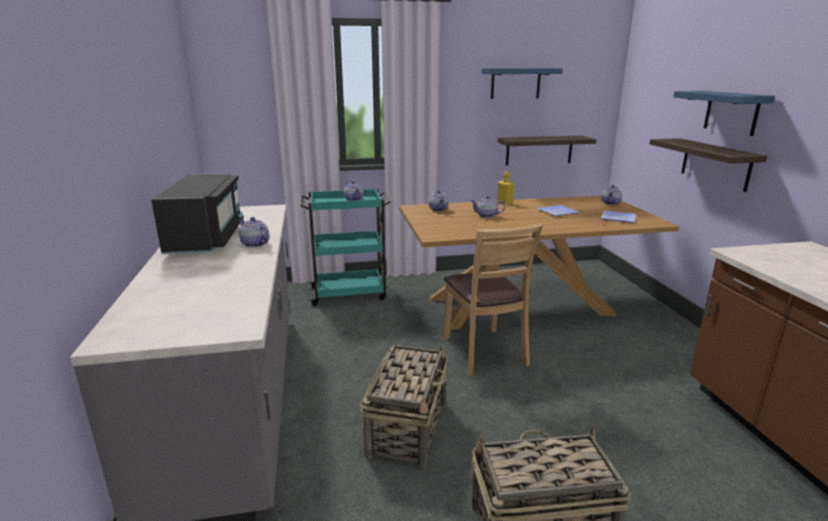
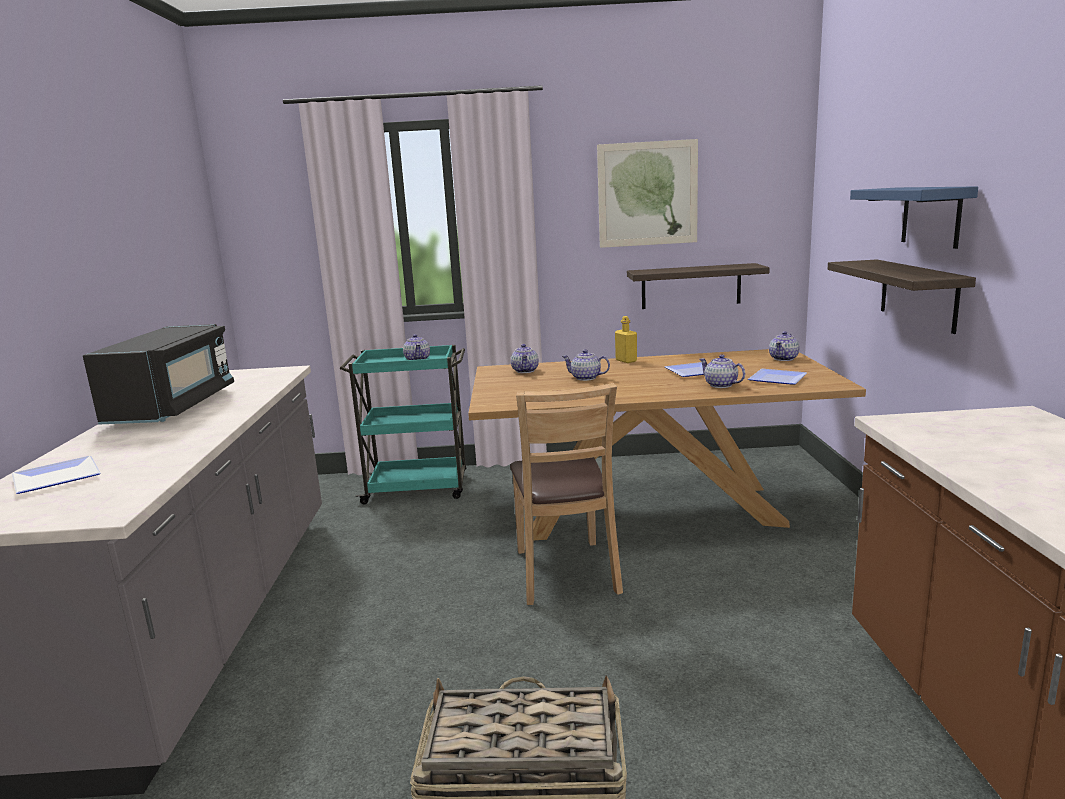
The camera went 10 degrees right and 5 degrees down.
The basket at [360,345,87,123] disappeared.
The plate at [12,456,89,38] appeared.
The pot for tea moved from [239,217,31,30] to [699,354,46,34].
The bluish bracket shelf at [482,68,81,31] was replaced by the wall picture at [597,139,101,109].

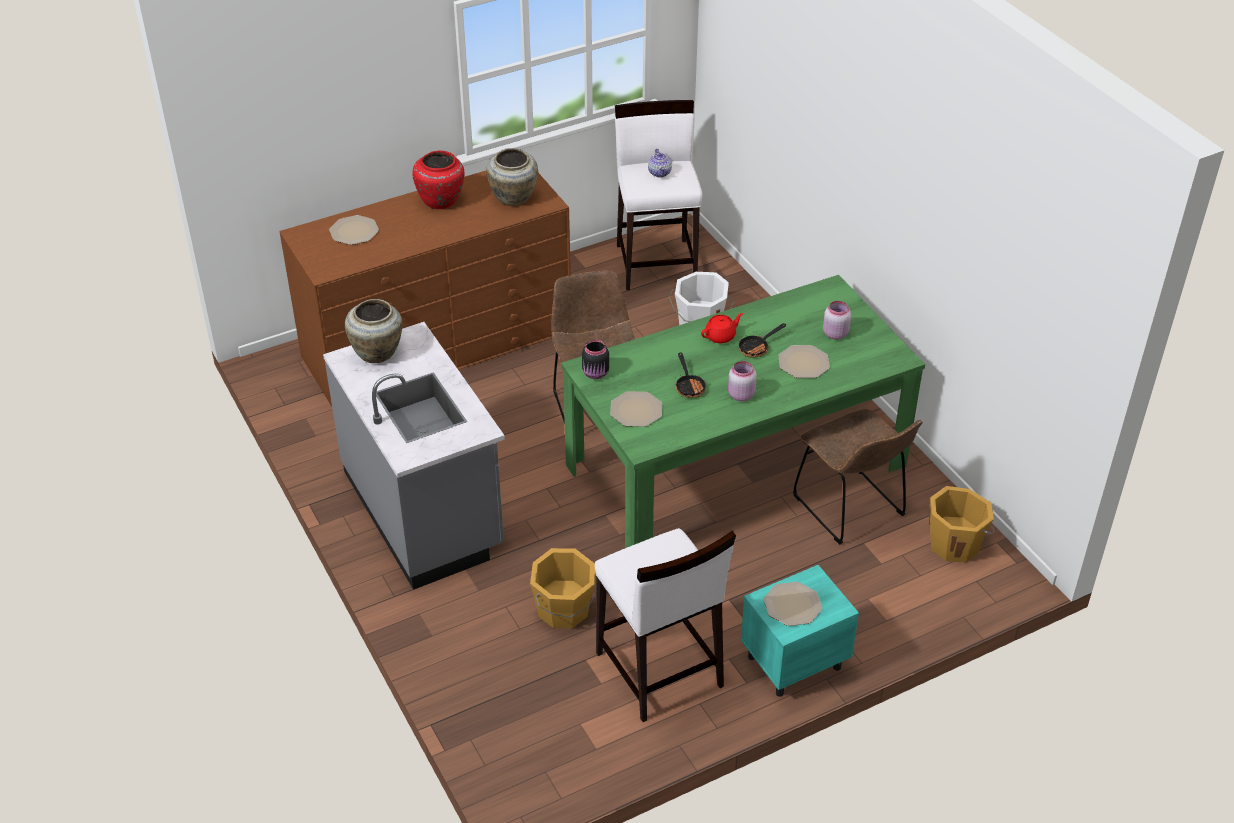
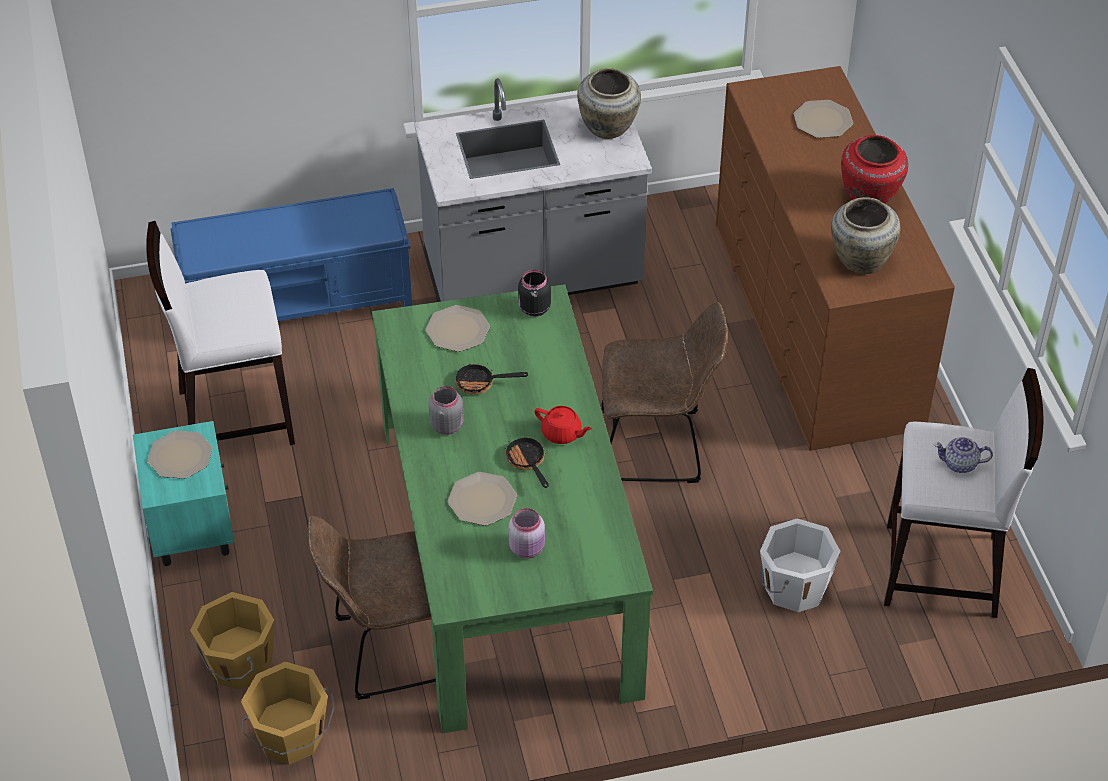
The camera went 105 degrees right and 5 degrees up.
The bluish bench at [170,188,242,133] appeared.
The orangey bucket moved from [530,548,66,81] to [190,592,84,98].
The pink jar at [728,361,29,40] became the gray jar at [428,386,36,49].
The red-coloured pot for tea at [701,313,42,30] turned 45 degrees counterclockwise.

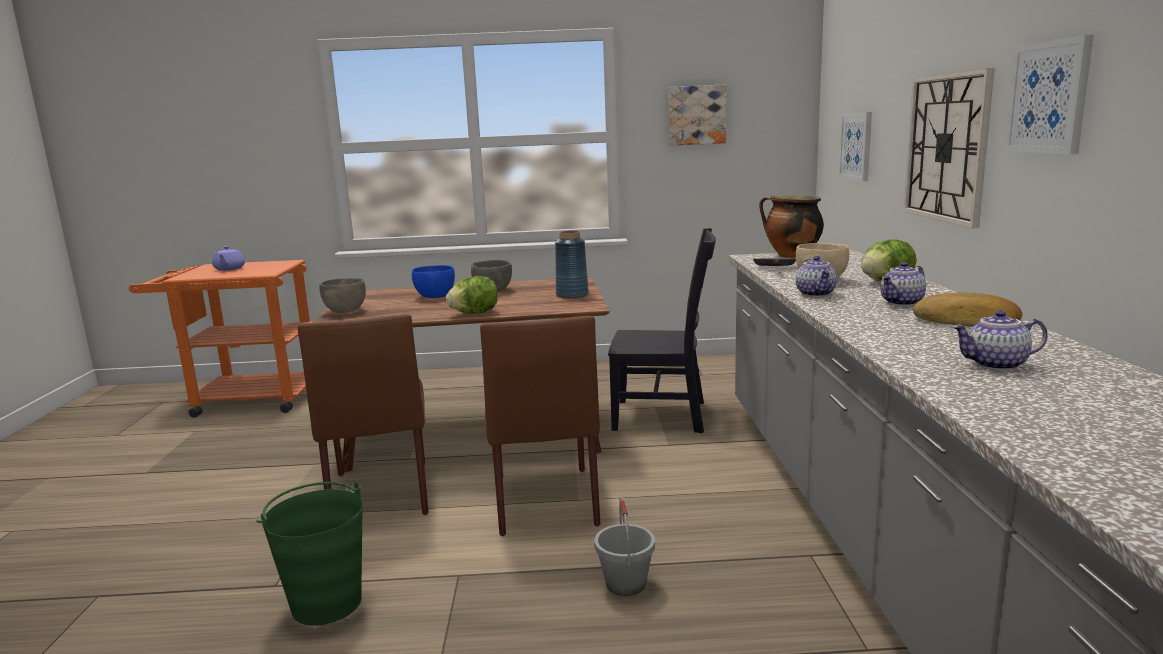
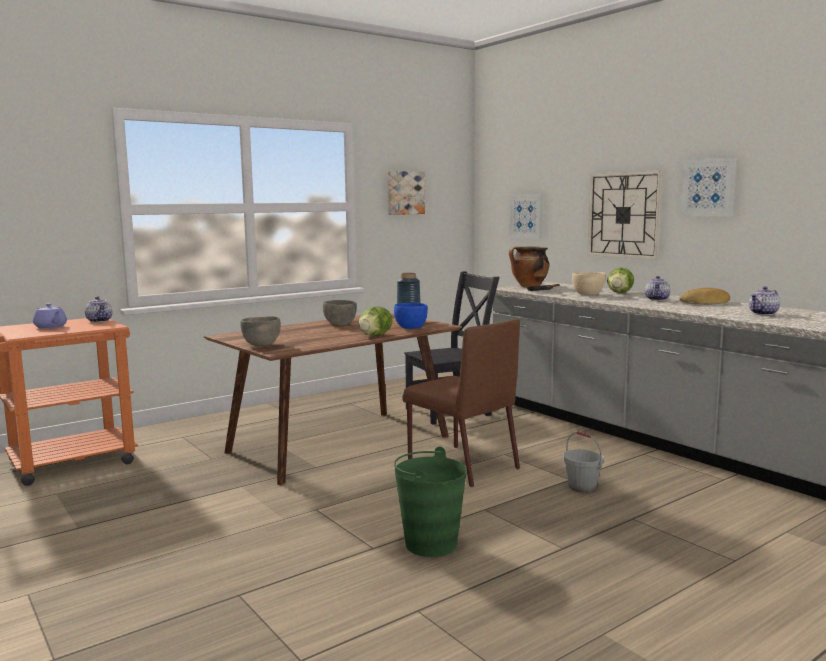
The camera went 35 degrees left and 5 degrees down.
The brown-coloured plain chair at [297,314,132,201] disappeared.
The bluish serving bowl moved from [412,265,43,33] to [394,303,34,26].
The pot for tea moved from [796,256,41,41] to [85,296,27,27].

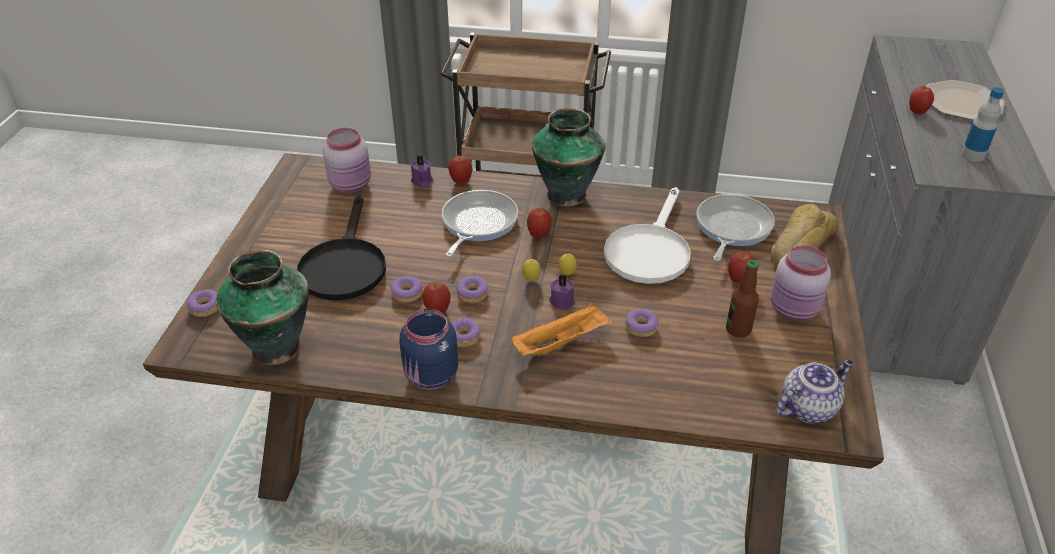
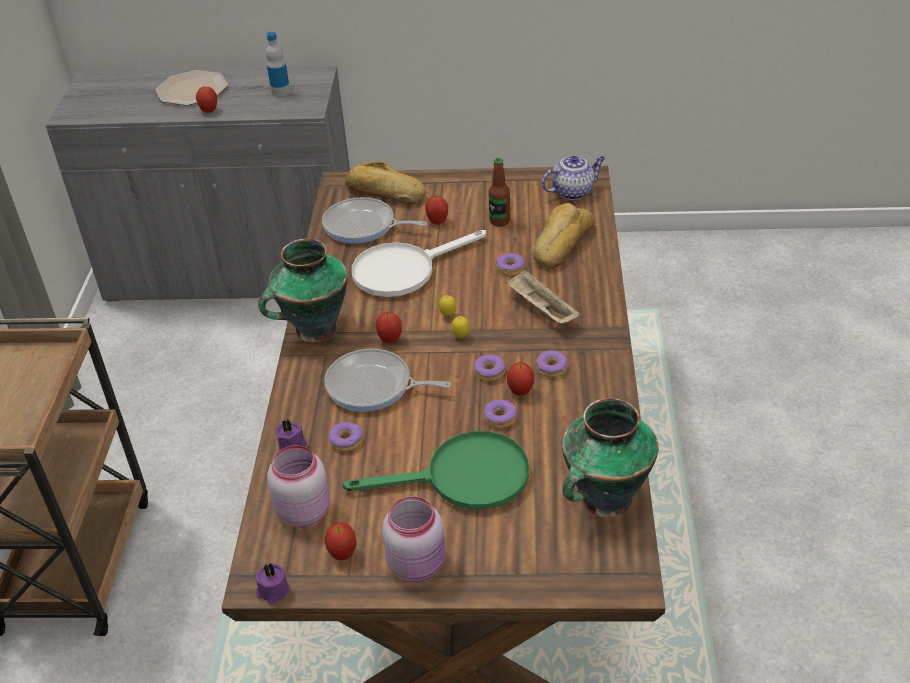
The camera went 95 degrees left and 0 degrees up.
The bluish jar at [399,309,59,81] disappeared.
The baked bread at [532,203,63,65] appeared.
The doughnut moved from [186,290,32,27] to [328,422,34,30].
The whole apple moved from [448,156,24,29] to [324,522,33,38].
The purplish wax light moved from [549,275,26,35] to [255,563,35,41].
The pink jar moved from [771,245,60,76] to [382,496,64,86].
The black-coloured frying pan at [297,196,89,105] became the greenish frying pan at [342,431,187,79].
The orangey carrying tray at [512,303,101,53] became the sand-coloured carrying tray at [506,269,75,55].
The whitish frying pan at [604,187,87,97] turned 135 degrees clockwise.
The pot for tea at [776,360,78,63] turned 105 degrees clockwise.

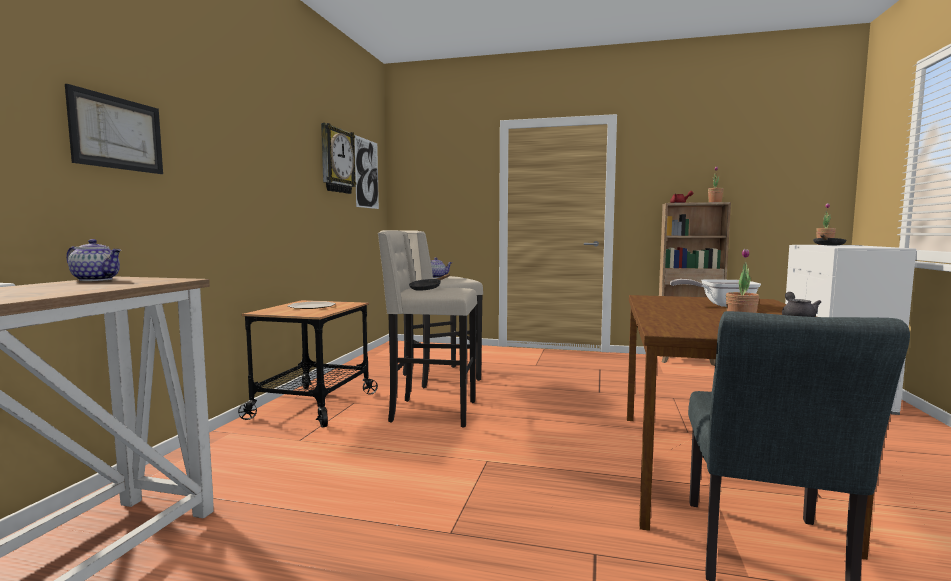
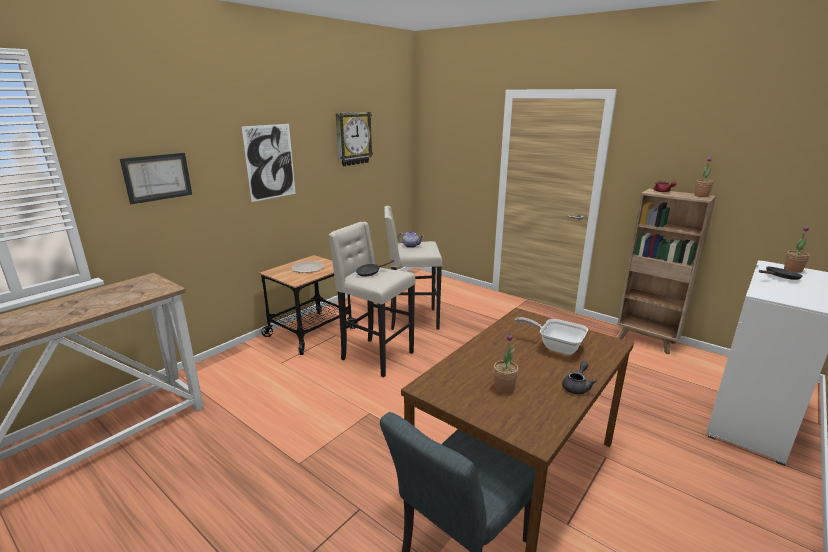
The camera went 25 degrees right and 15 degrees up.
The pot for tea at [66,239,55,42] disappeared.
The wall picture moved from [354,135,25,74] to [241,124,55,78].

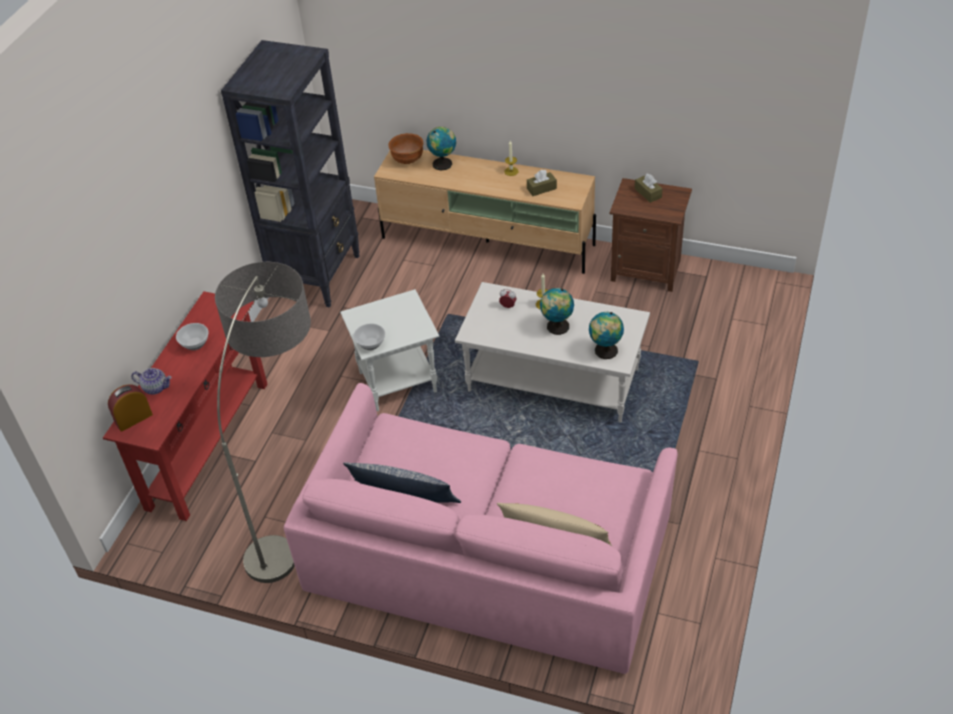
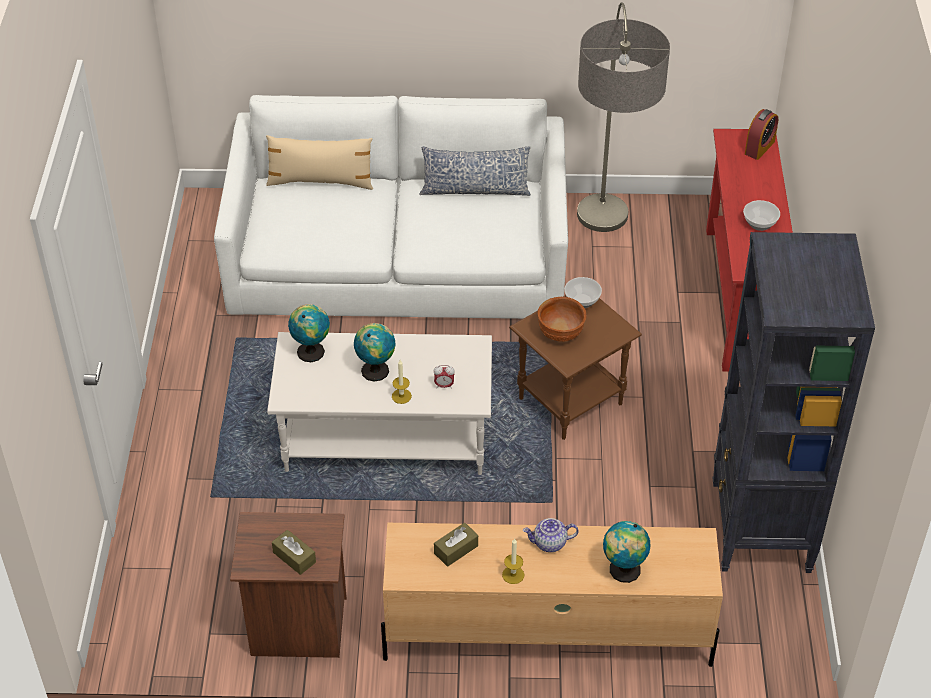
The camera went 160 degrees right and 0 degrees up.
The pot for tea moved from [131,368,41,26] to [523,518,56,34].
The brown-coloured serving bowl moved from [388,133,35,31] to [538,297,49,45].
The pink settee at [284,383,394,291] became the whitish settee at [214,95,354,224].
The whitish side table at [340,289,100,122] became the brown-coloured side table at [509,295,133,145].

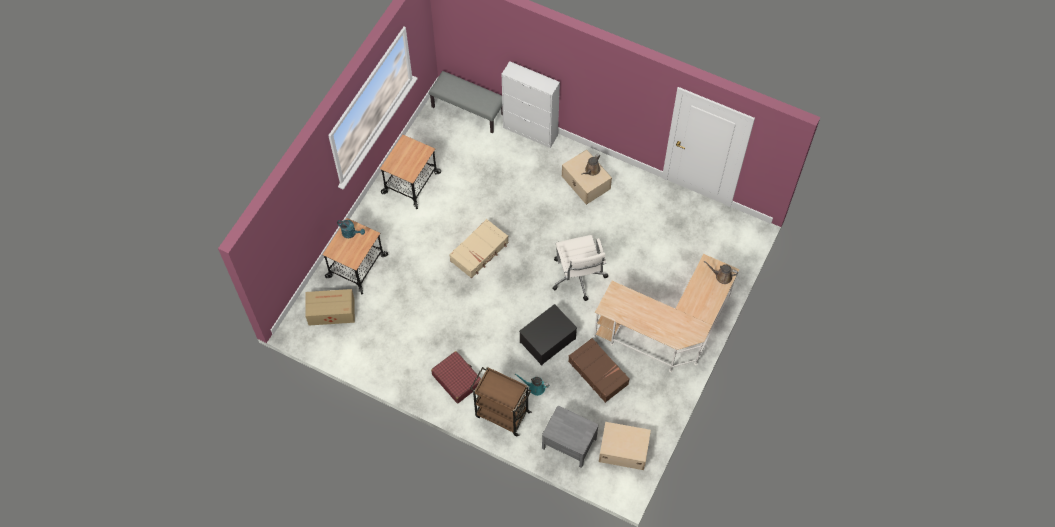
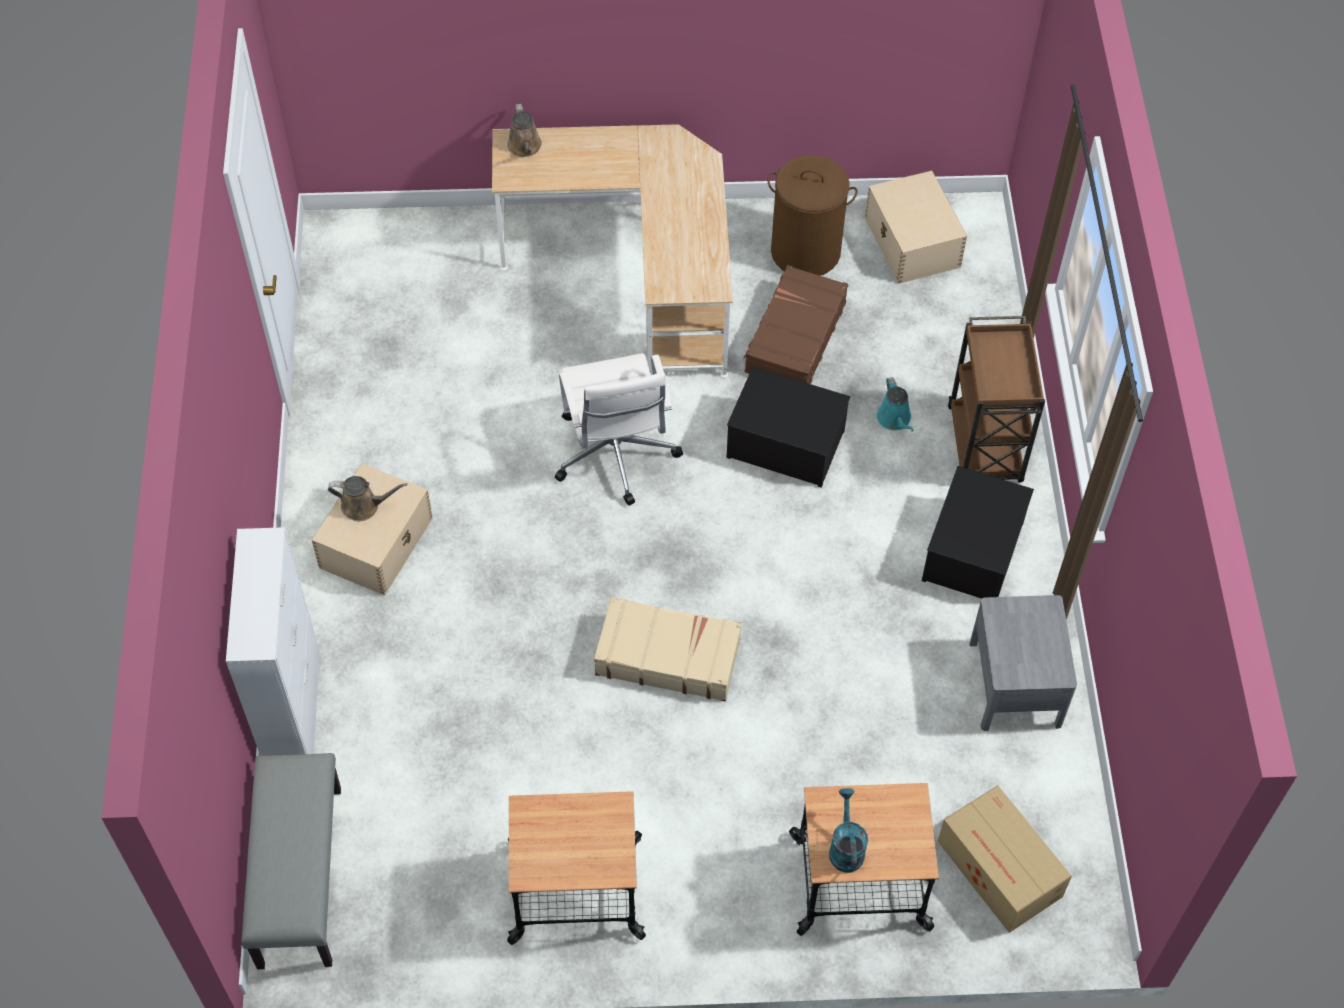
The camera went 120 degrees left and 5 degrees down.
The brown-coloured laundry basket at [767,155,91,121] appeared.
The gray bedside table moved from [542,406,56,62] to [970,595,107,136].
The red-coloured travel case at [431,351,50,53] was replaced by the storage container at [922,466,112,133].
The whitish office chair at [552,235,56,66] turned 120 degrees clockwise.

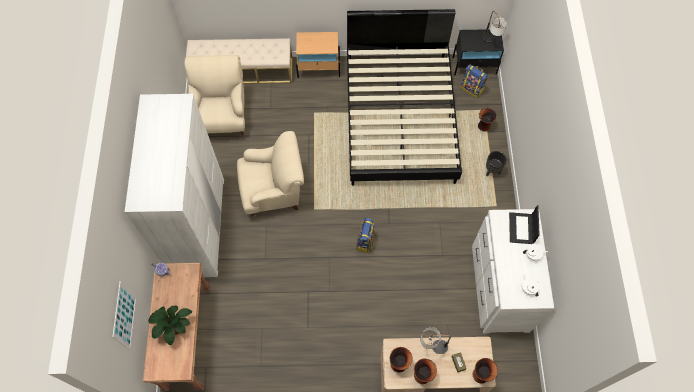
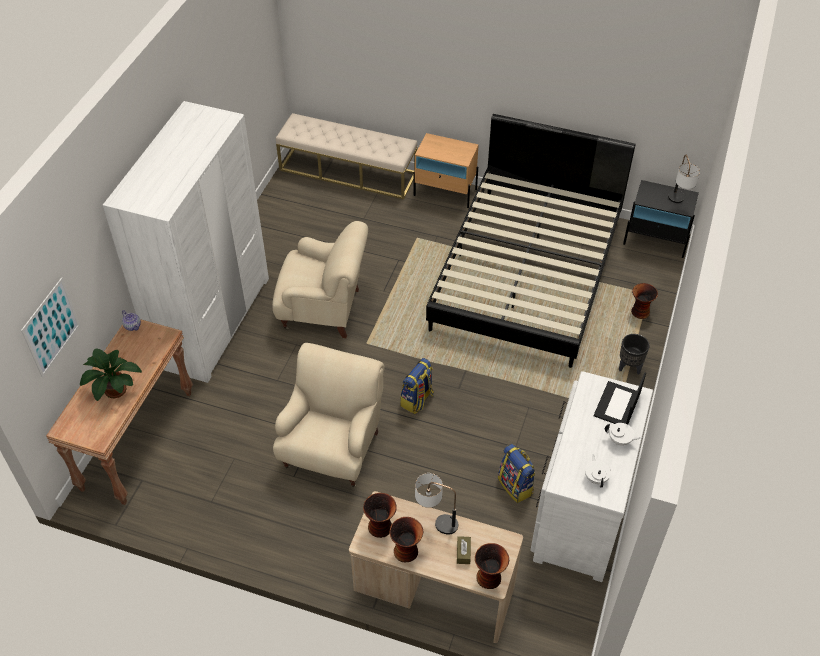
The camera went 20 degrees right and 15 degrees down.
The sand-coloured lounge chair moved from [184,55,61,80] to [273,343,112,144].
The backpack moved from [461,65,27,33] to [498,444,38,59].

